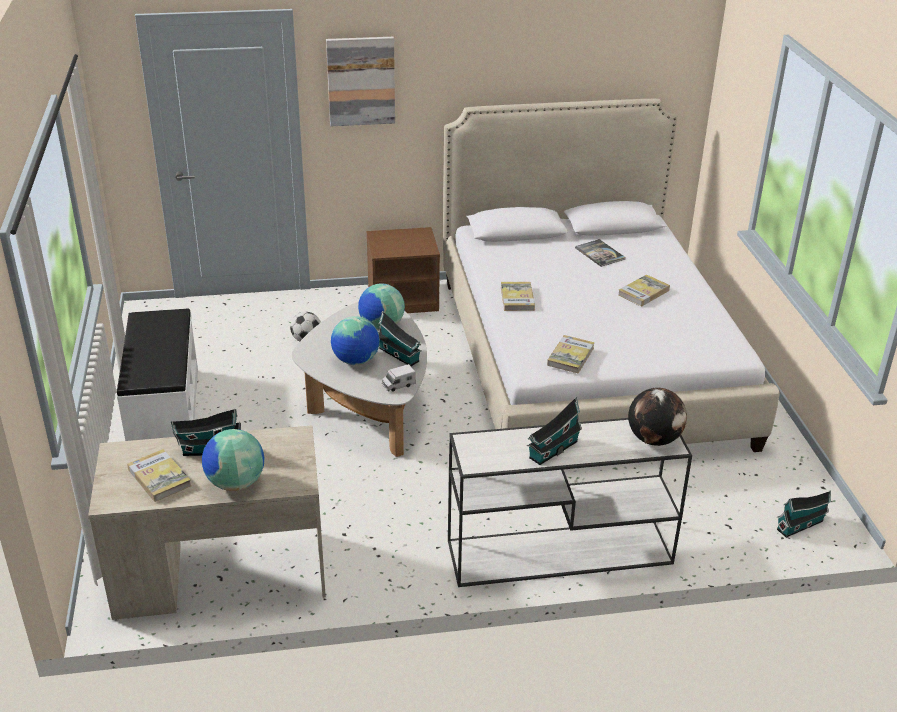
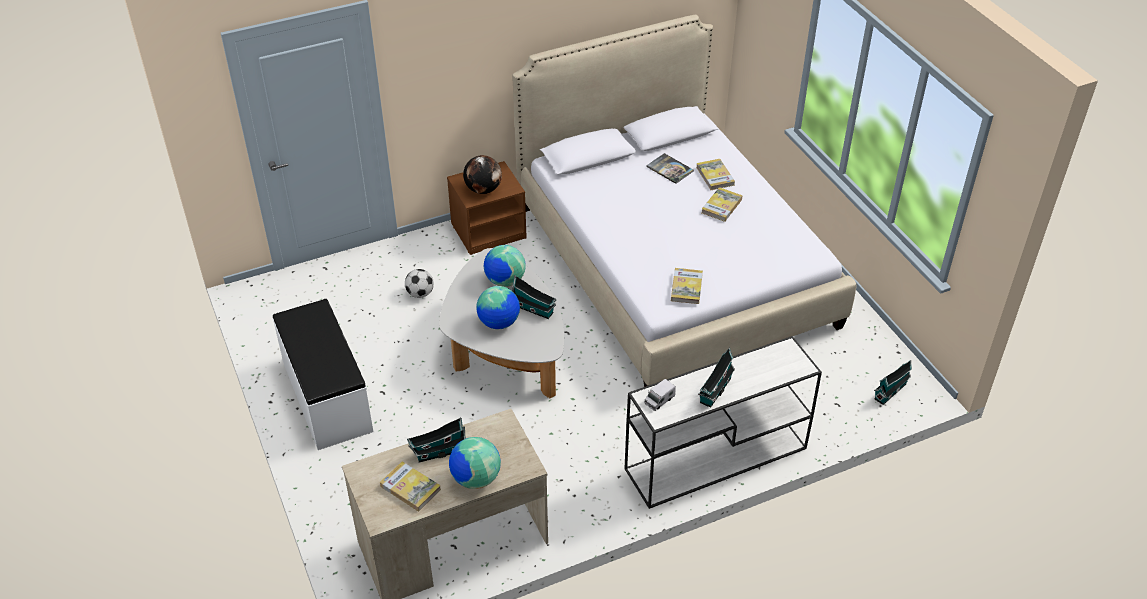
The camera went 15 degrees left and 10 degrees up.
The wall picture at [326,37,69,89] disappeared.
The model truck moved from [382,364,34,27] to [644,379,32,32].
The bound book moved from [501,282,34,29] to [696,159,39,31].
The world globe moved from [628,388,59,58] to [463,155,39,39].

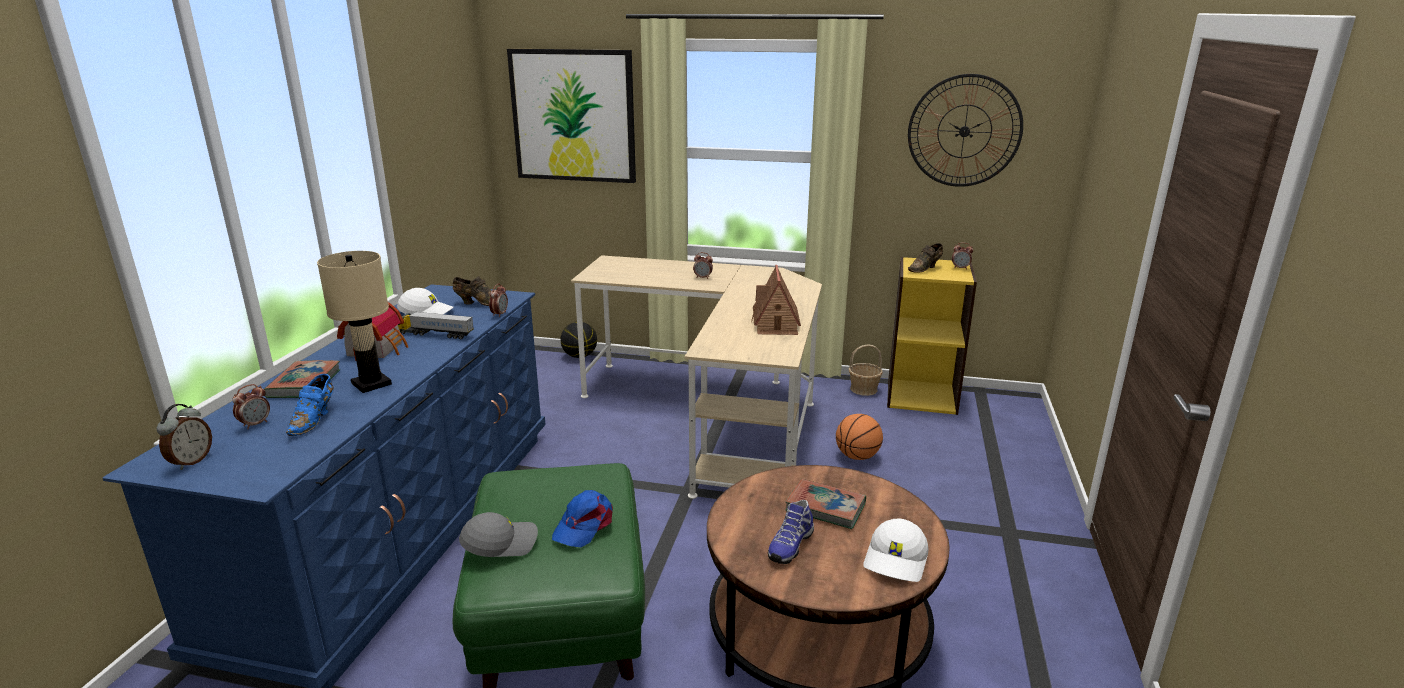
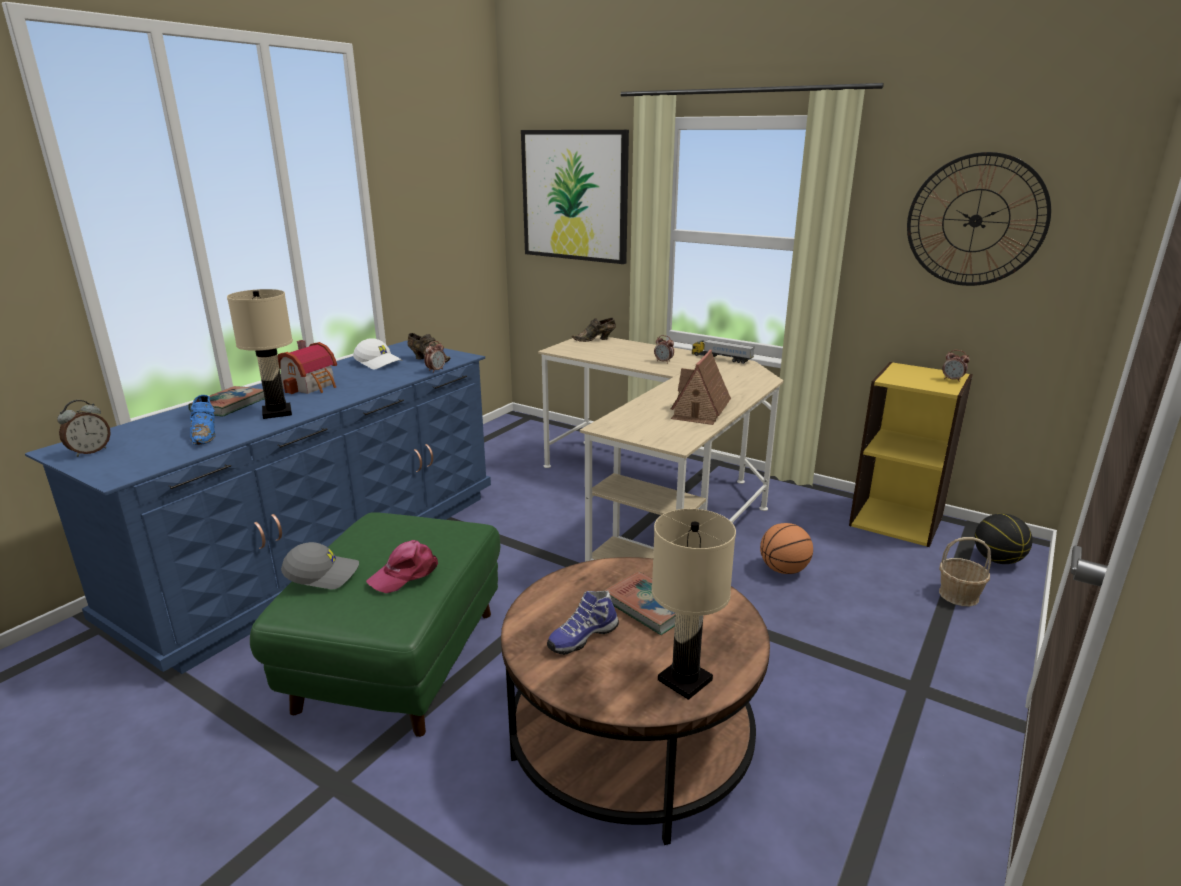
The camera went 20 degrees right and 0 degrees up.
The alarm clock at [233,384,37,46] disappeared.
The model truck moved from [398,312,76,27] to [692,340,63,24].
The basketball moved from [561,322,36,36] to [975,513,58,51].
The basket moved from [849,344,34,52] to [939,537,52,69].
The brown-coloured low shoe moved from [908,243,35,30] to [572,318,44,24].
The whitish peaked cap at [863,519,65,63] was replaced by the sand-coloured table lamp at [652,509,84,191].
The bluish peaked cap at [552,490,61,57] became the pink peaked cap at [366,540,72,54].
The bluish low shoe at [286,374,48,62] turned 45 degrees counterclockwise.

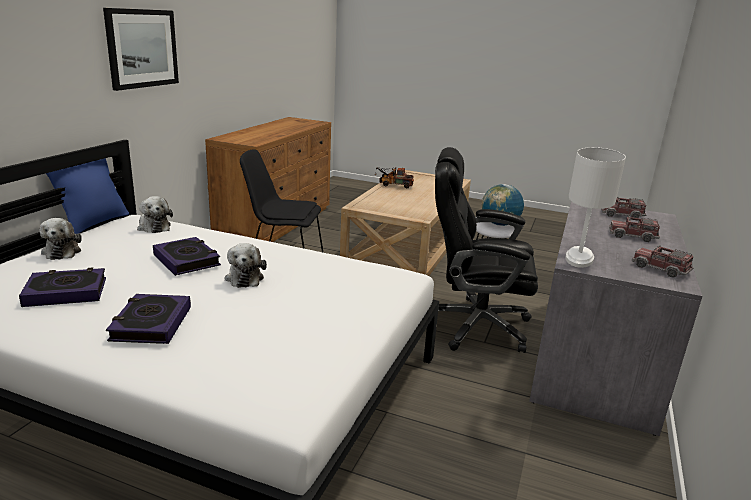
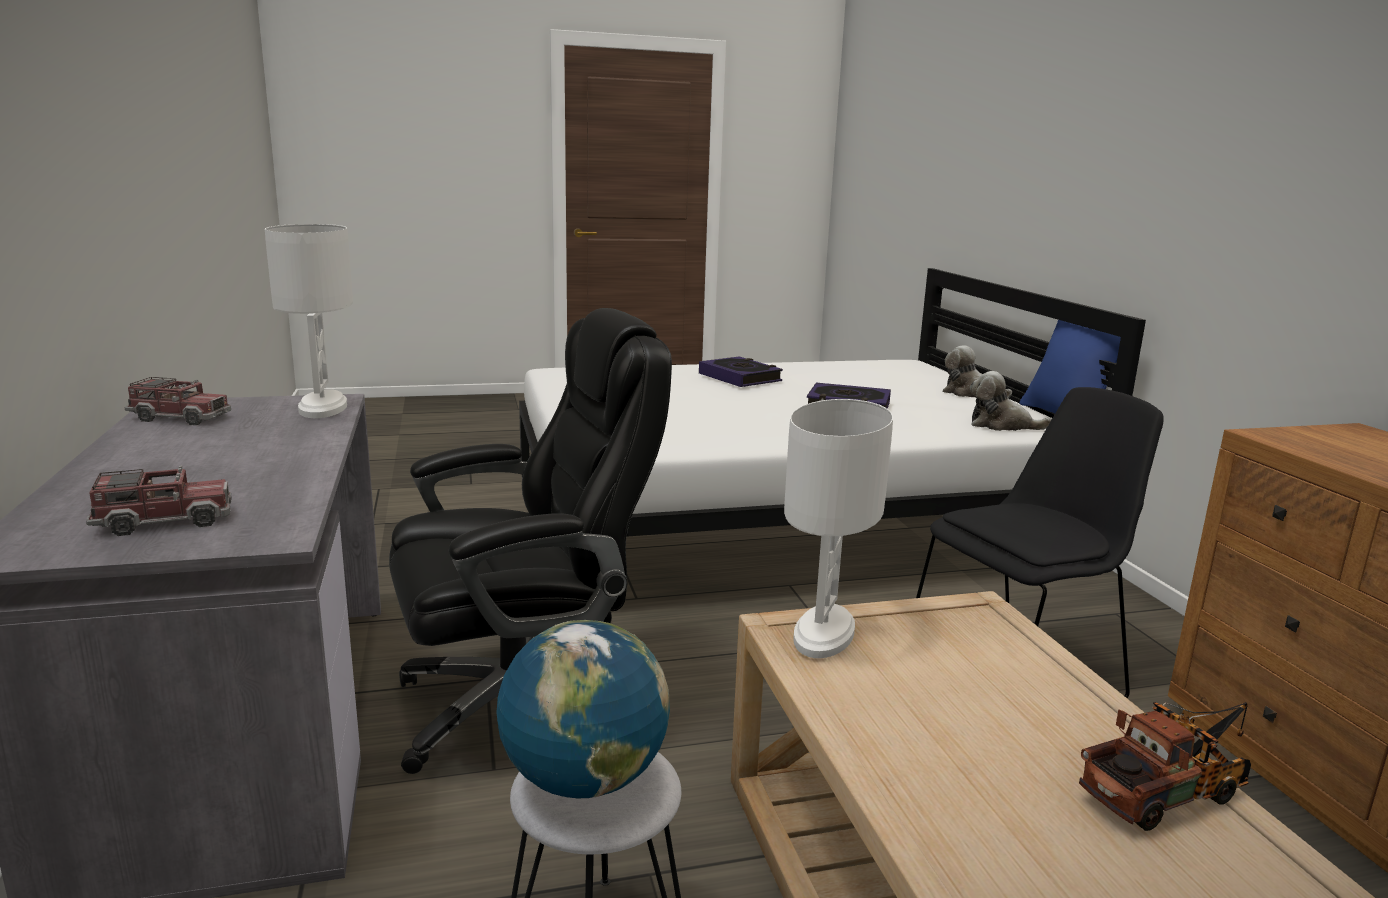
The camera went 145 degrees right and 5 degrees down.
The bound book at [19,268,87,39] disappeared.
The wall picture at [103,8,76,83] disappeared.
The cuddly toy at [225,243,42,45] disappeared.
The model truck at [609,216,51,26] disappeared.
The whitish table lamp at [784,399,109,259] appeared.

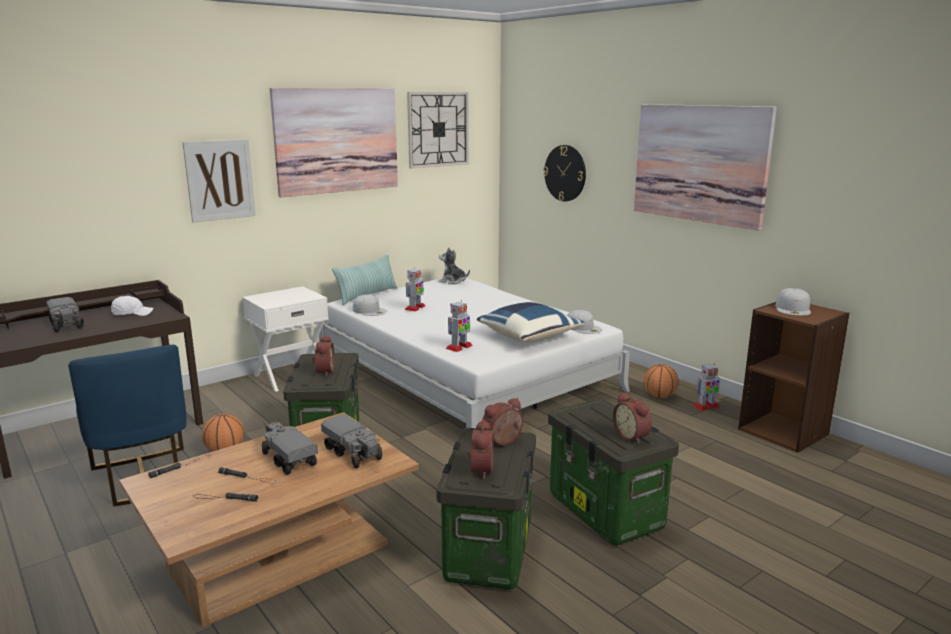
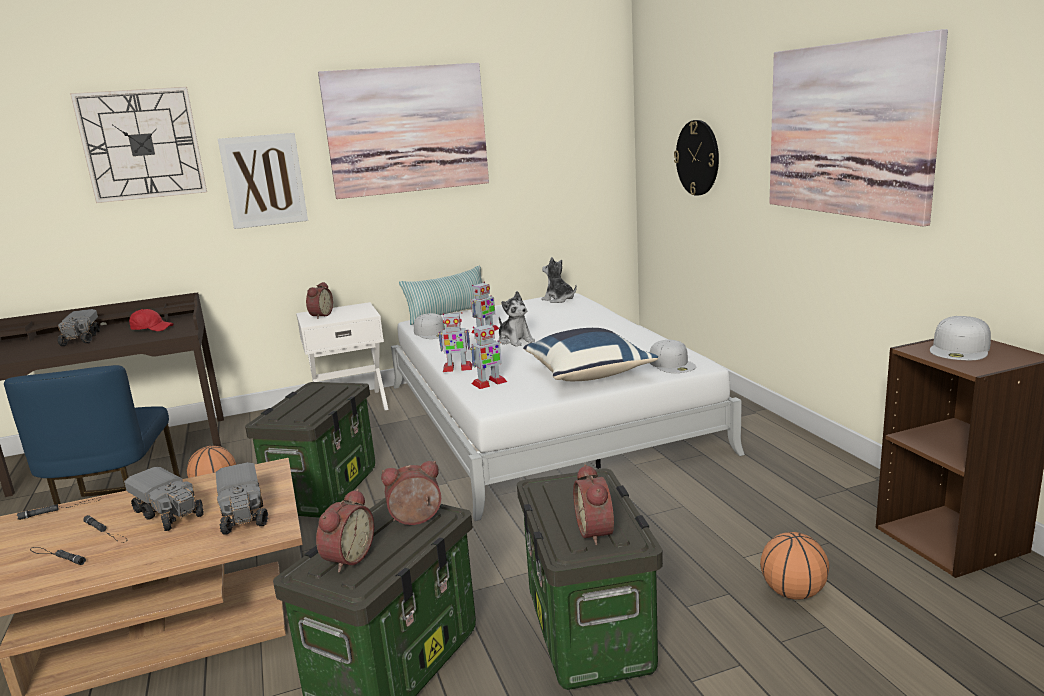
The camera went 20 degrees right and 0 degrees up.
The cuddly toy at [499,291,36,56] appeared.
The alarm clock moved from [312,335,23,42] to [306,282,27,37].
The clock on the wall moved from [407,92,62,77] to [70,87,137,116].
The basketball moved from [644,364,35,34] to [760,532,69,68].
The model robot moved from [693,364,27,47] to [438,312,34,60].
The whitish peaked cap at [111,296,42,20] became the red-coloured peaked cap at [129,309,44,22].
The model truck at [262,419,56,56] turned 150 degrees clockwise.

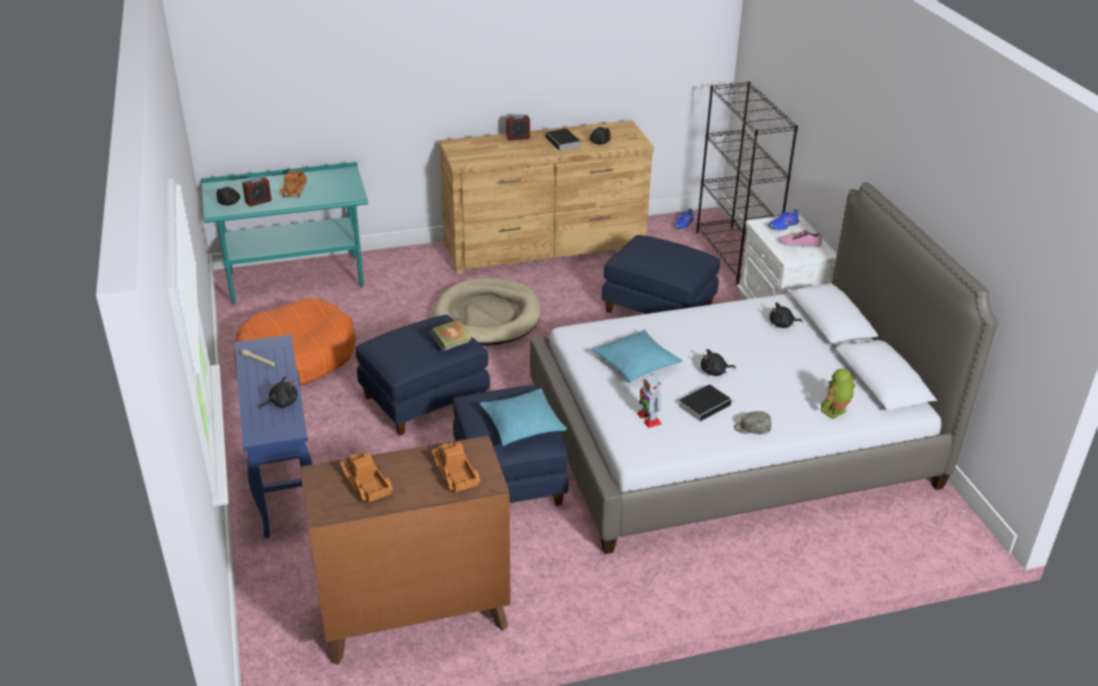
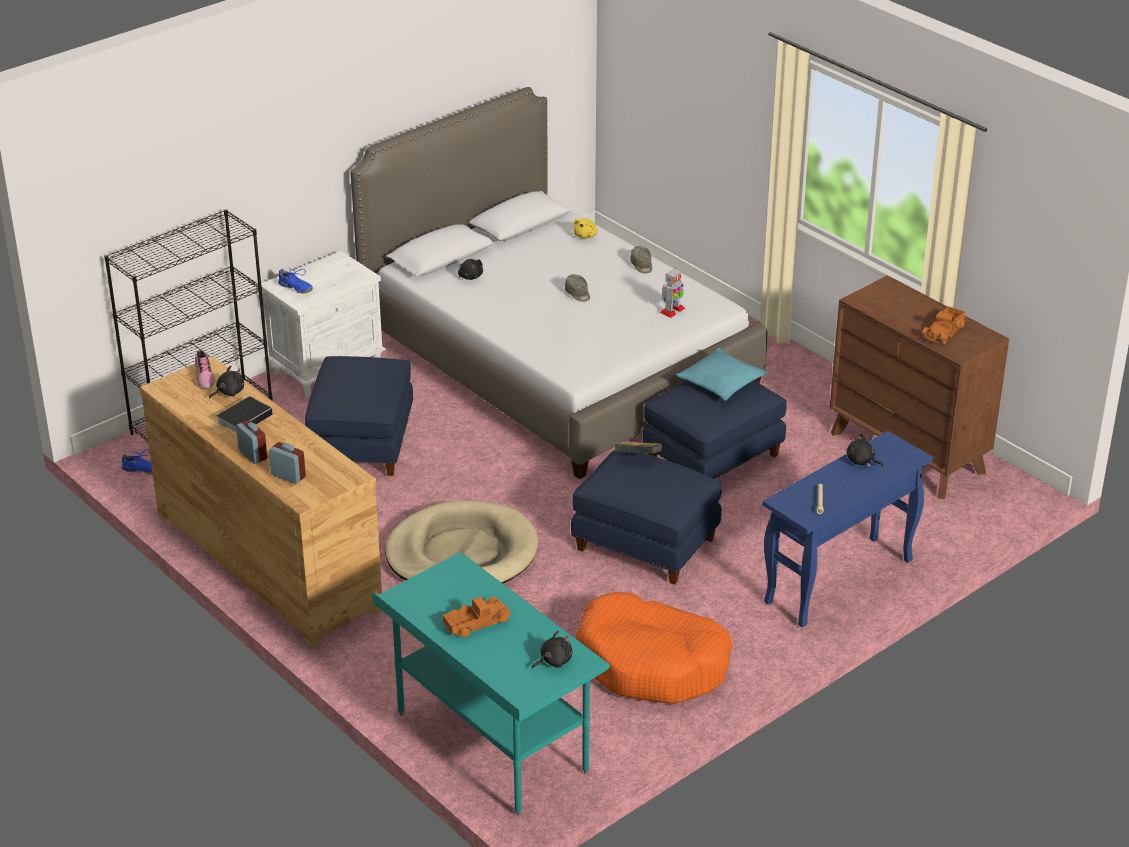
The camera went 115 degrees left and 0 degrees up.
The model truck at [430,442,50,50] disappeared.
The turquoise throw pillow at [592,330,91,53] disappeared.
The bound book at [679,384,55,38] disappeared.
The alarm clock moved from [242,176,30,30] to [269,442,37,42].
The low shoe moved from [778,230,44,17] to [195,350,20,38].
The black-coloured cuddly toy at [701,349,35,27] was replaced by the gray peaked cap at [565,274,25,28].
The model robot at [821,369,34,50] was replaced by the yellowish cuddly toy at [573,218,25,20].

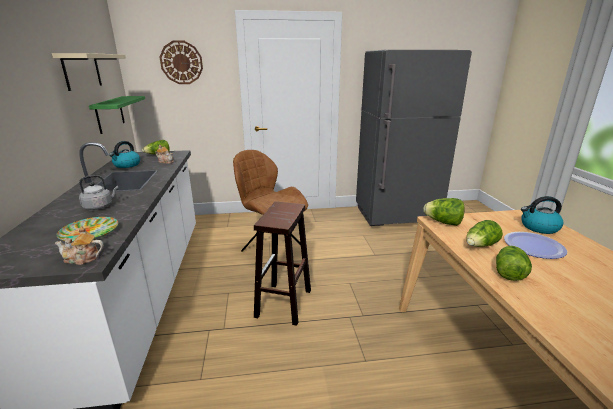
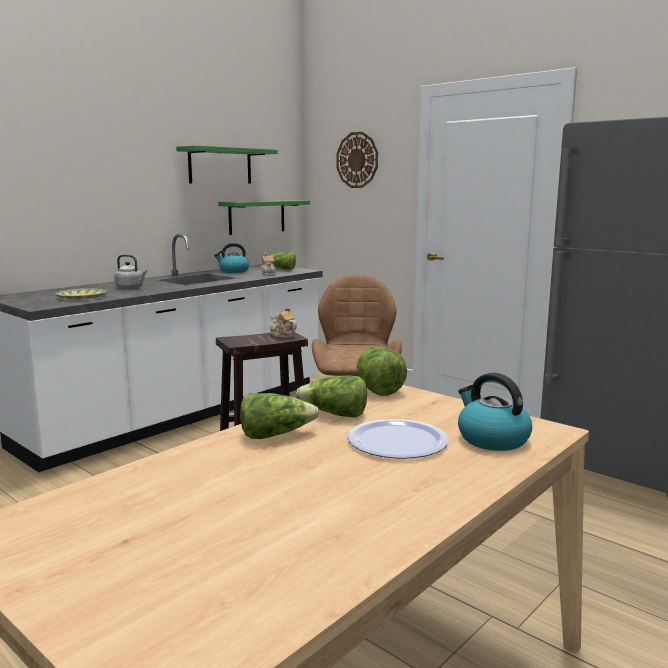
The camera went 50 degrees right and 10 degrees down.
The pot for tea moved from [55,226,49,39] to [270,306,27,32].
The sand-coloured bracket shelf at [52,53,74,38] became the greenish bracket shelf at [176,145,102,39].

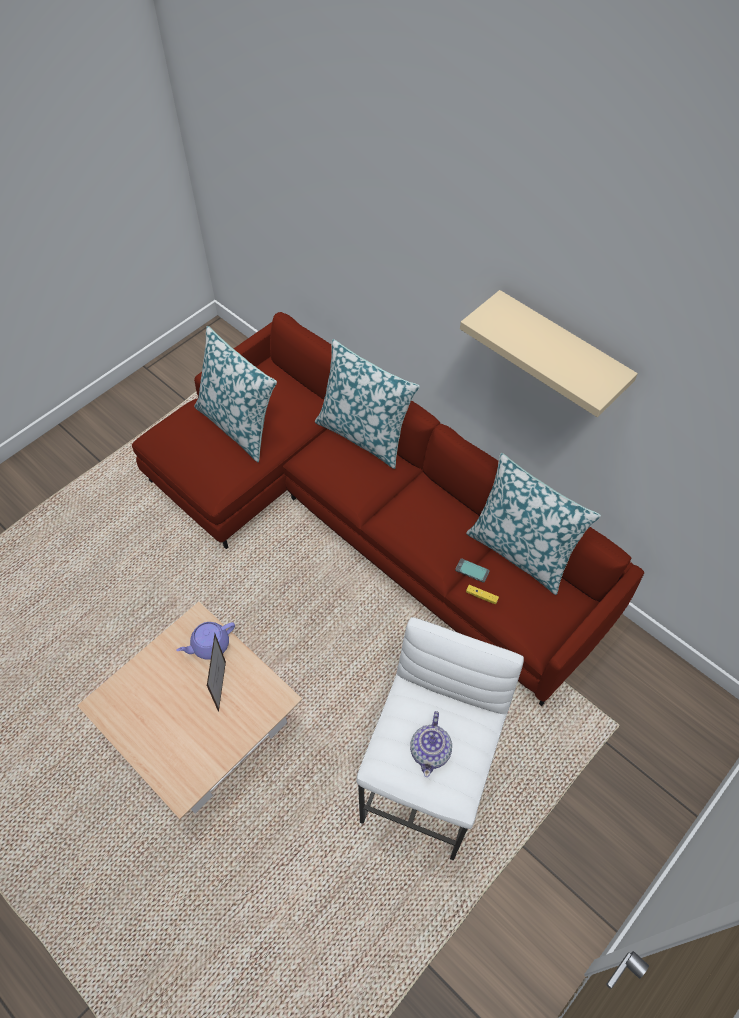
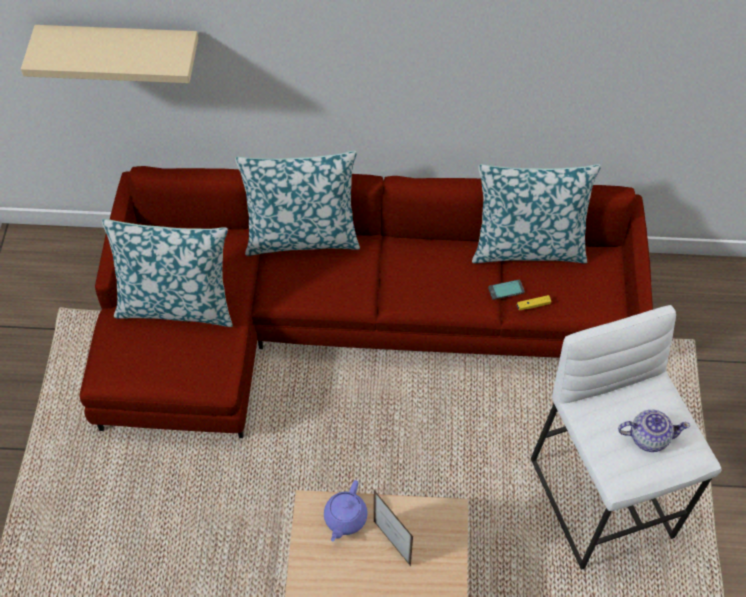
The camera went 40 degrees left and 0 degrees up.
The sand-coloured bracket shelf moved from [460,290,178,127] to [21,25,177,58].
The pot for tea at [410,711,42,66] turned 60 degrees counterclockwise.

